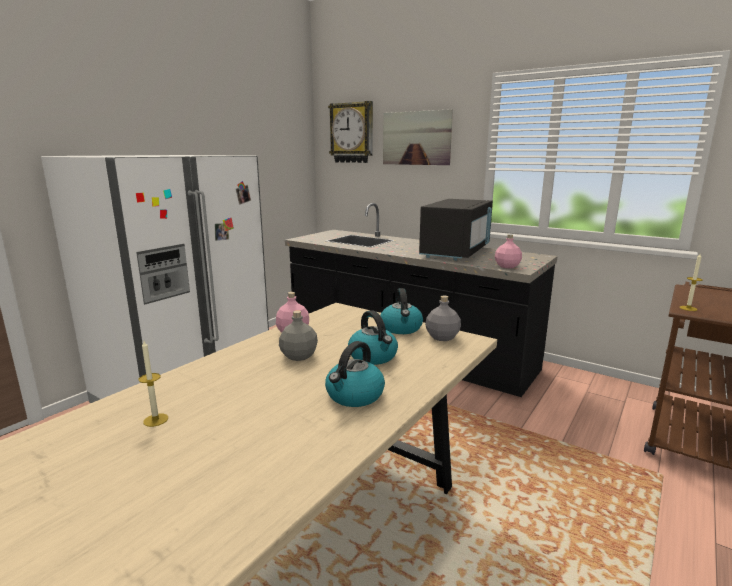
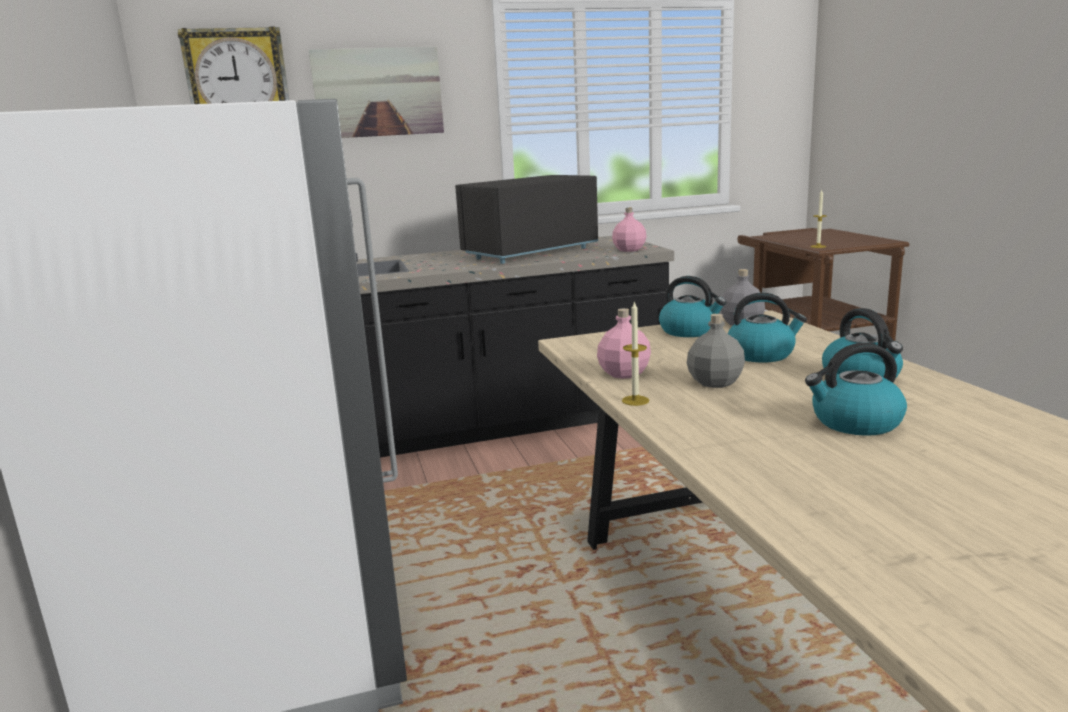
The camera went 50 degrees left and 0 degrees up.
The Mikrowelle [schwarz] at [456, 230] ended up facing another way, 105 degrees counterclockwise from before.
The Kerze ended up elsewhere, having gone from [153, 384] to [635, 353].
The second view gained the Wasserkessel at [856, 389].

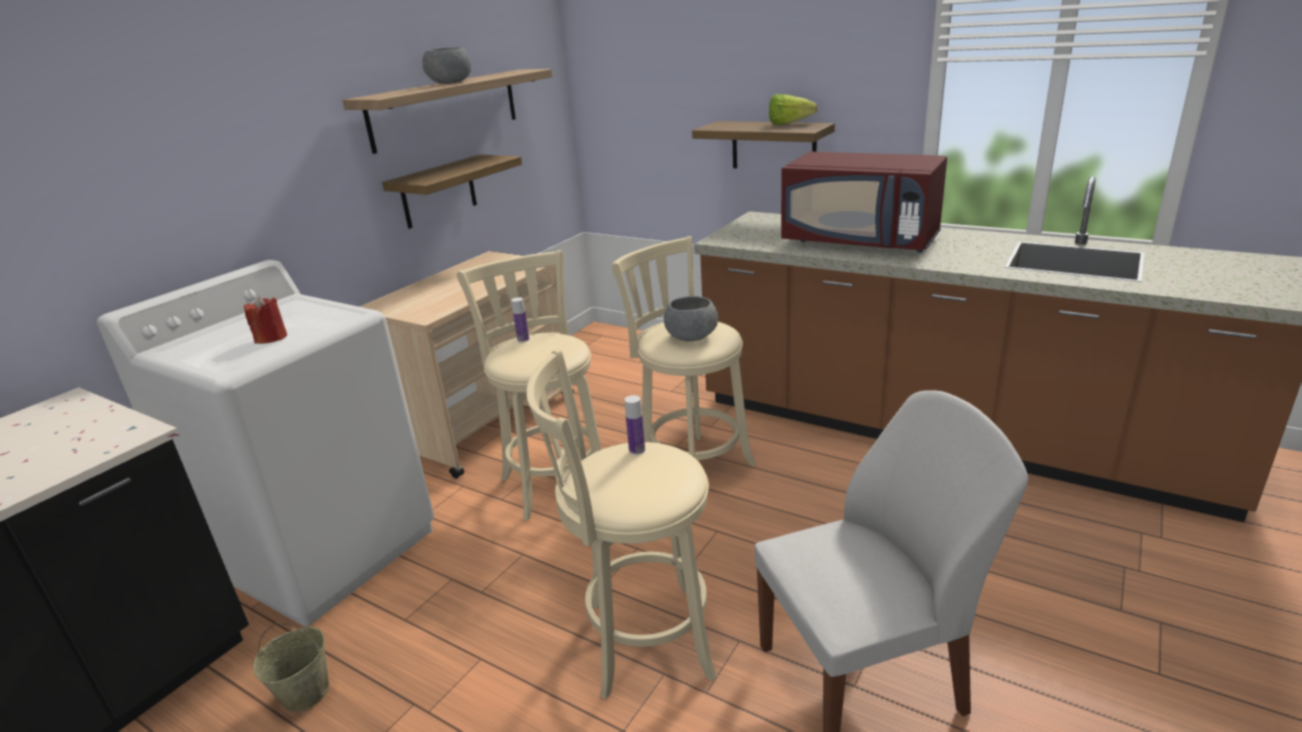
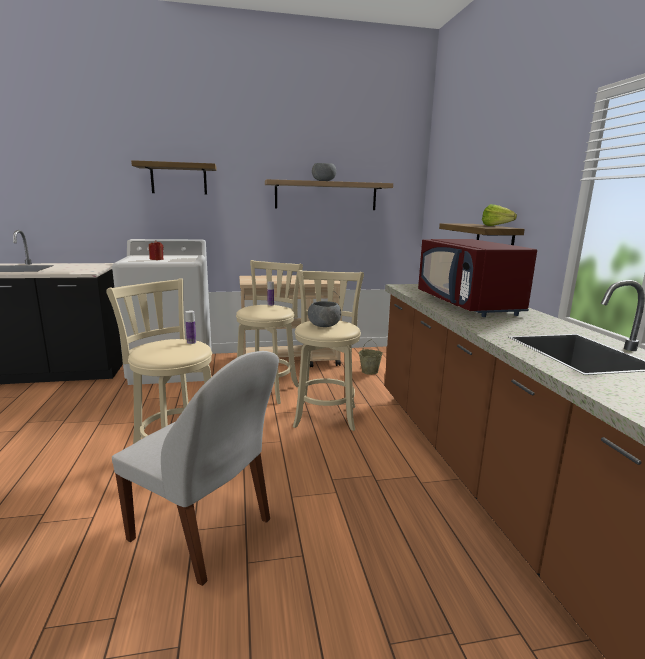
The camera went 45 degrees right and 10 degrees down.
The Wandregal ended up elsewhere, having gone from [452, 191] to [174, 177].
The Eimer [beige] ended up elsewhere, having gone from [291, 667] to [371, 357].

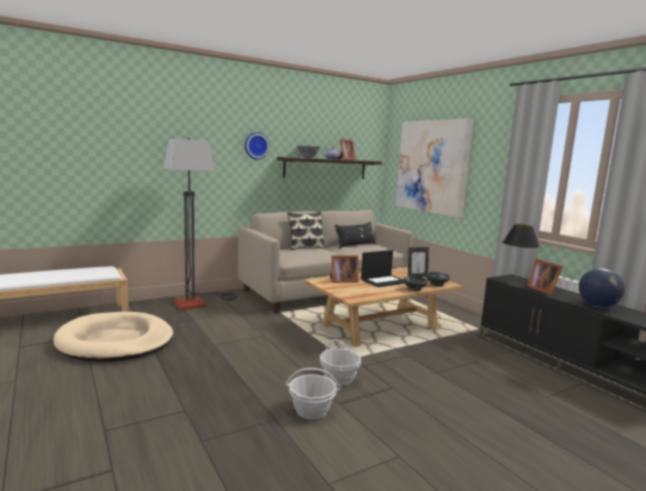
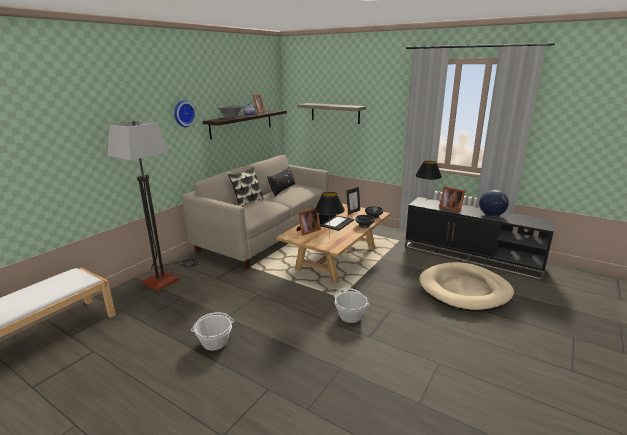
The camera went 25 degrees left and 10 degrees up.
The Korb ended up elsewhere, having gone from [313, 394] to [212, 331].
Where the Bild hung at [435, 168], the Wandregal came to hang at [331, 113].
The second view gained the Tischlampe [schwarz] at [330, 215].
The Hundebett [beige] ended up elsewhere, having gone from [113, 337] to [466, 287].

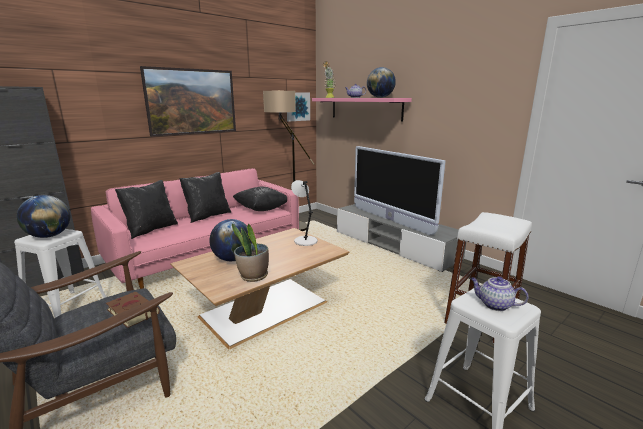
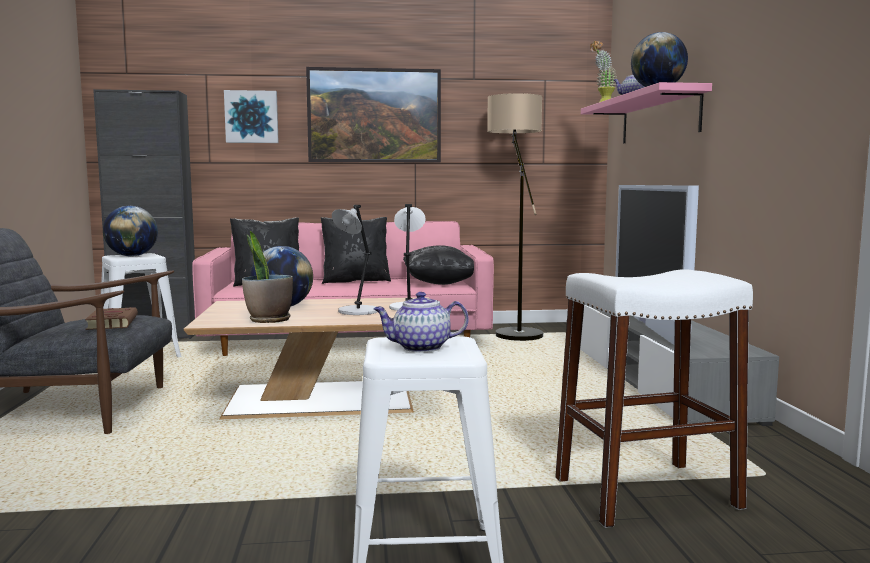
The camera went 35 degrees right and 10 degrees down.
The Bild ended up elsewhere, having gone from [298, 106] to [251, 116].
The second view gained the Tischlampe [grau] at [354, 260].
The Teekanne at [499, 294] ended up facing another way, 75 degrees counterclockwise from before.

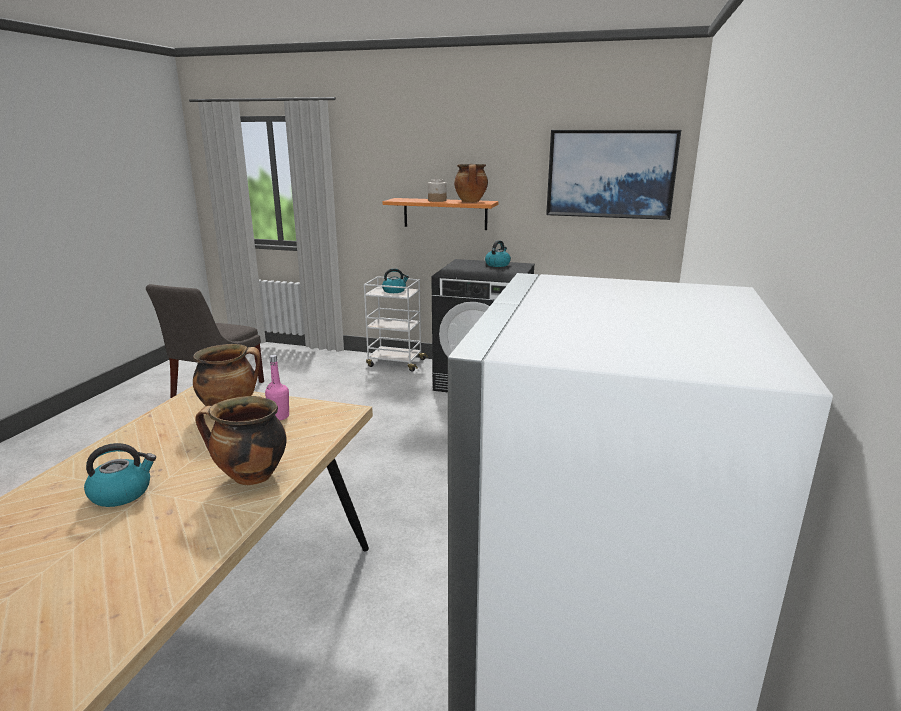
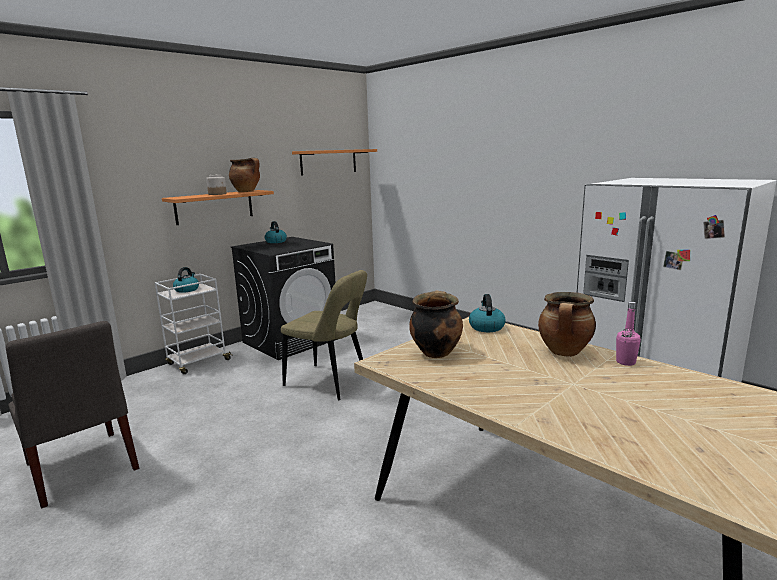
The camera went 60 degrees left and 5 degrees down.
The second view gained the Stuhl [beige] at [324, 335].
Where the Bild hung at [613, 175], the Wandregal [orange] came to hang at [334, 162].
The Wasserkessel ended up elsewhere, having gone from [120, 475] to [487, 313].
The Flasche [rosa] ended up elsewhere, having gone from [277, 387] to [628, 334].

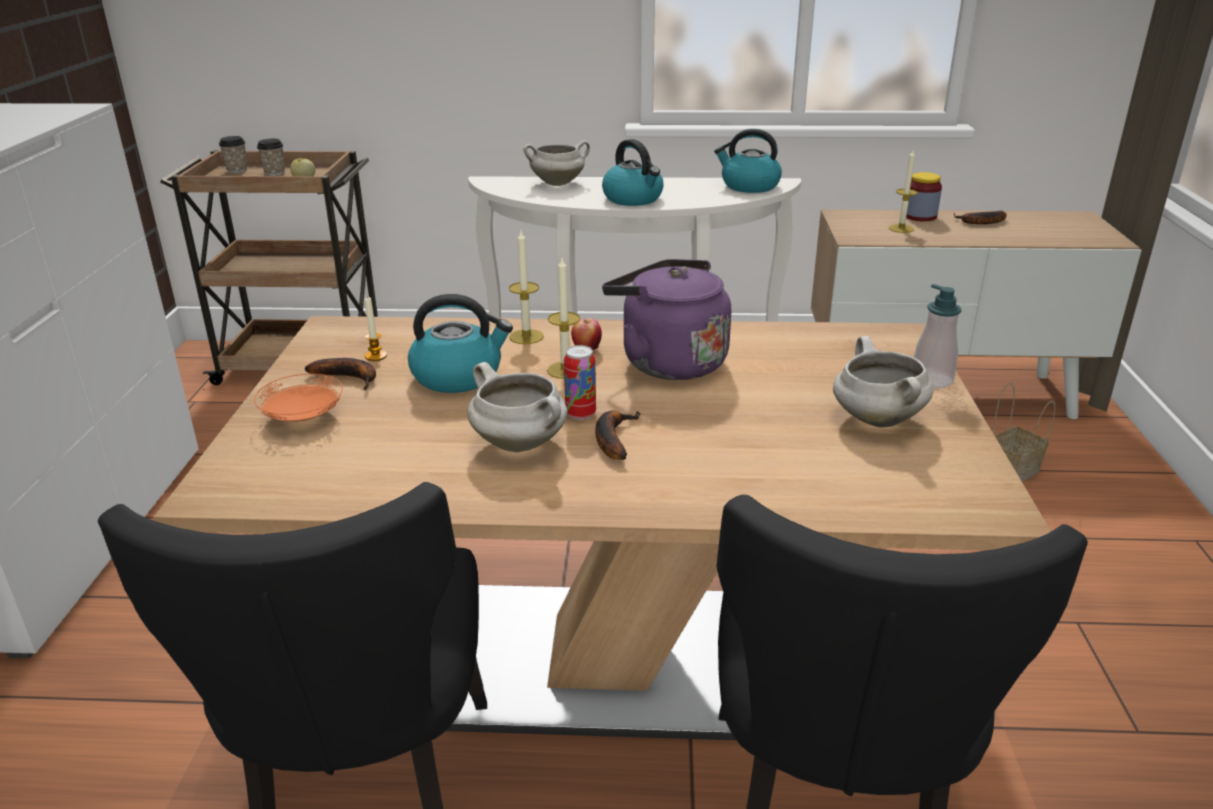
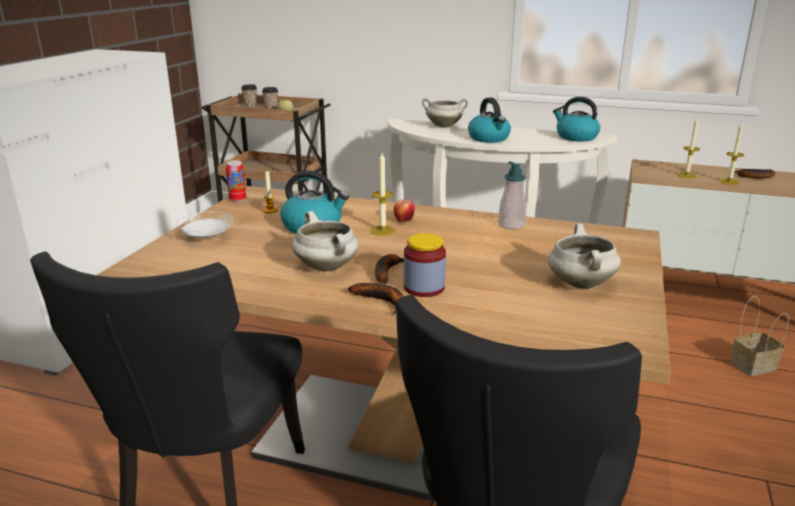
The camera went 15 degrees right and 5 degrees down.
What was the Teller [orange] at [298, 398] turned into the Teller [weiß] at [204, 225].
The Dose ended up elsewhere, having gone from [580, 382] to [236, 181].
The Banane ended up elsewhere, having gone from [340, 374] to [376, 298].
The Vorratsglas ended up elsewhere, having gone from [924, 197] to [425, 265].
The Seifenspender ended up elsewhere, having gone from [937, 336] to [512, 195].
The Kerze ended up elsewhere, having gone from [526, 287] to [731, 154].
The second view lost the Wasserkessel [lila] at [666, 319].

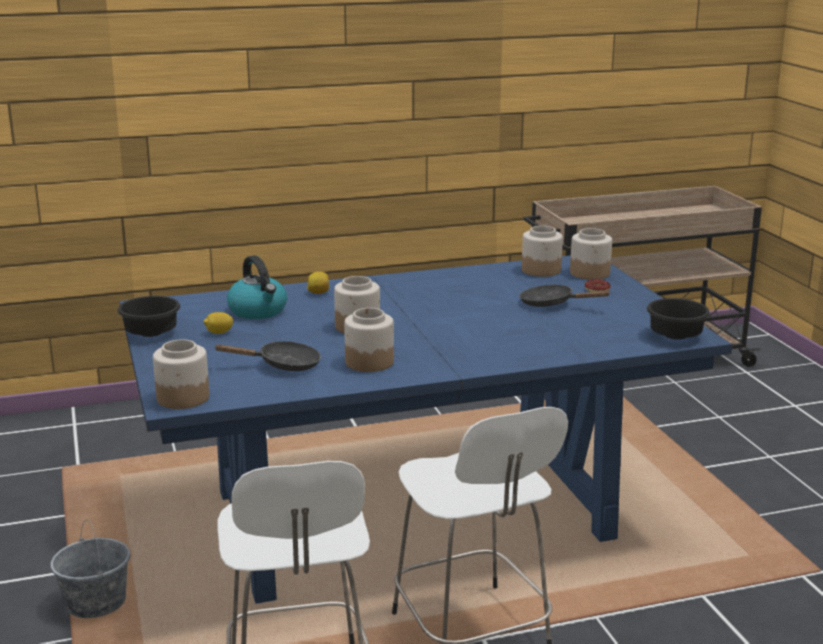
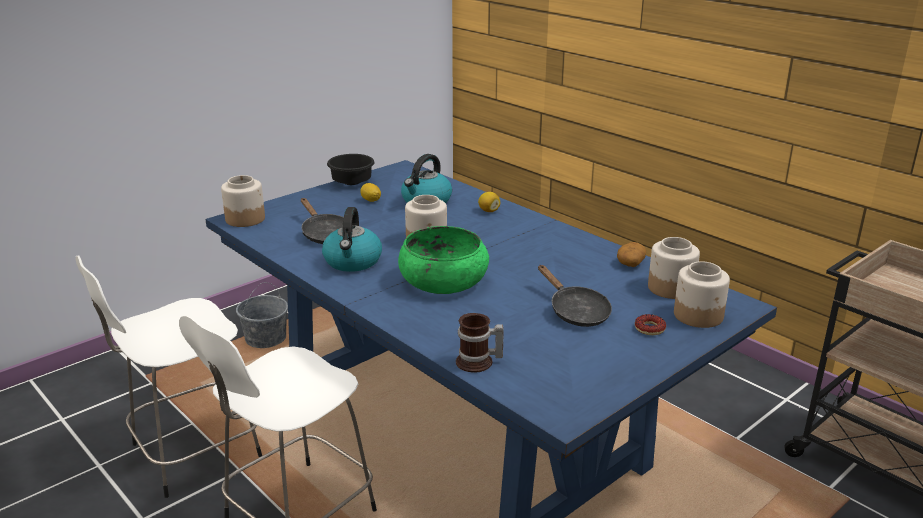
The camera went 65 degrees right and 5 degrees up.
Where the Vorratsglas stood at [369, 340], the Wasserkessel came to stand at [352, 239].
The second view gained the Schüssel [grün] at [443, 260].
The second view gained the Henkelbecher at [480, 343].
The Pfanne [schwarz] at [565, 295] ended up facing another way, 150 degrees clockwise from before.
The second view gained the Kartoffel at [631, 254].
The second view lost the Schüssel [schwarz] at [678, 319].

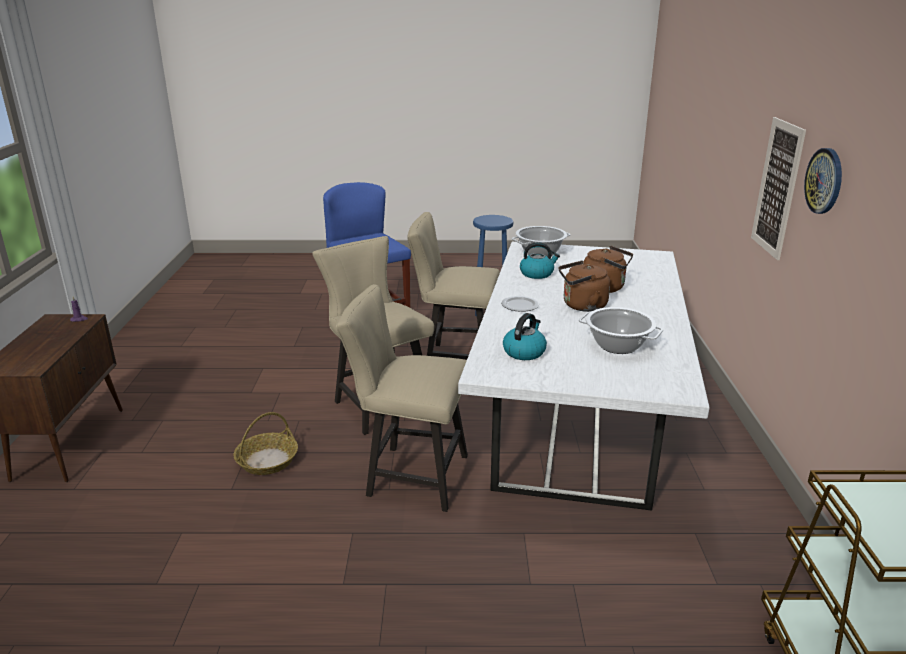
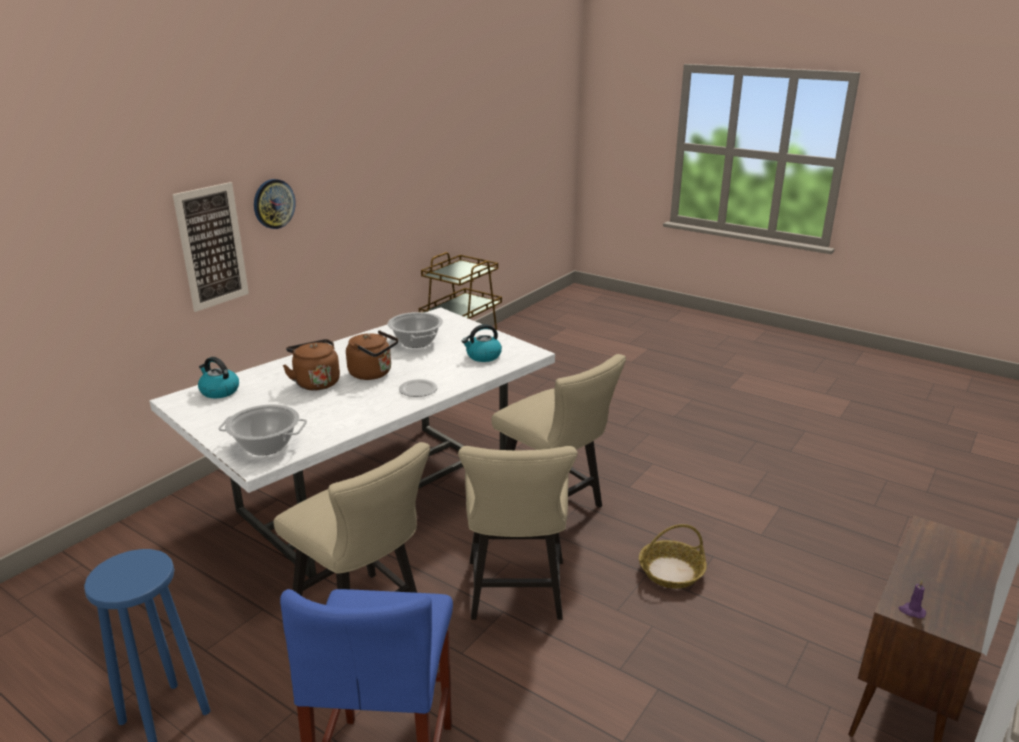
The camera went 145 degrees left and 0 degrees up.
The Wasserkessel ended up elsewhere, having gone from [540, 260] to [218, 377].

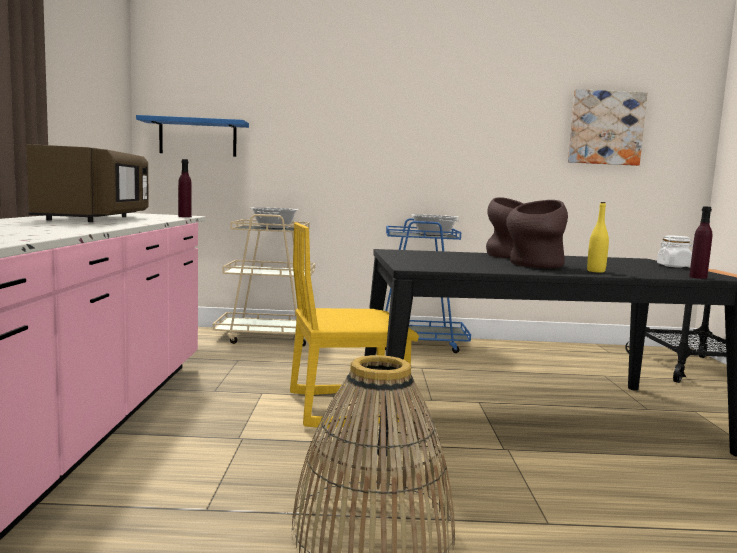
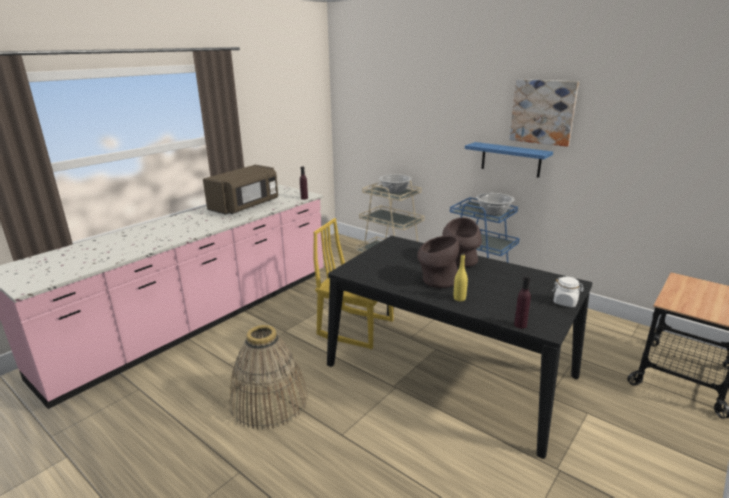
The camera went 40 degrees right and 15 degrees up.
The Wandregal [blau] ended up elsewhere, having gone from [192, 136] to [509, 160].
The Bild ended up elsewhere, having gone from [607, 127] to [544, 113].

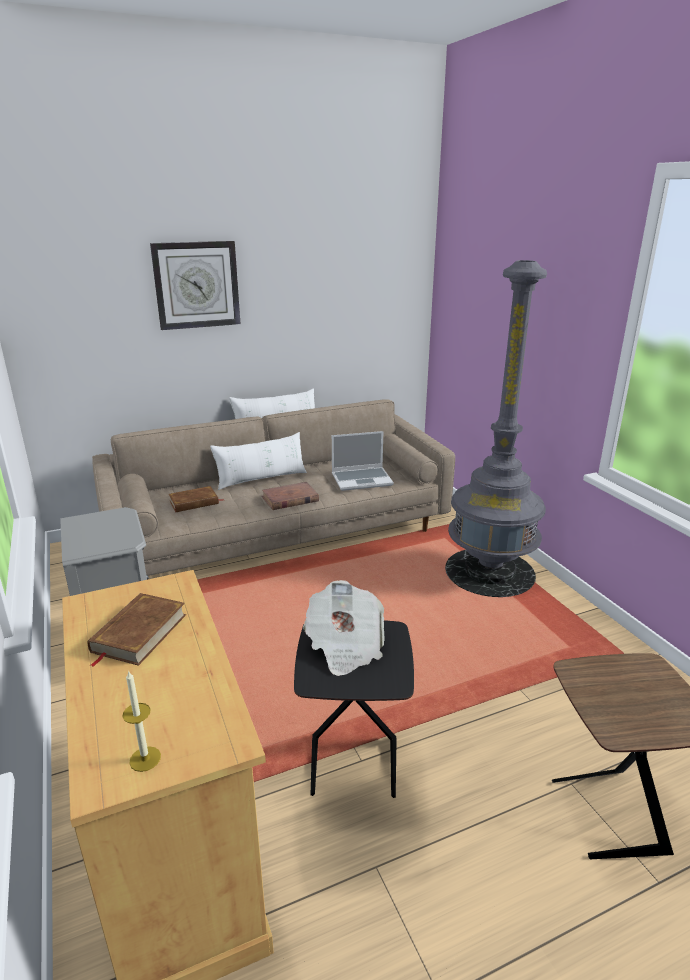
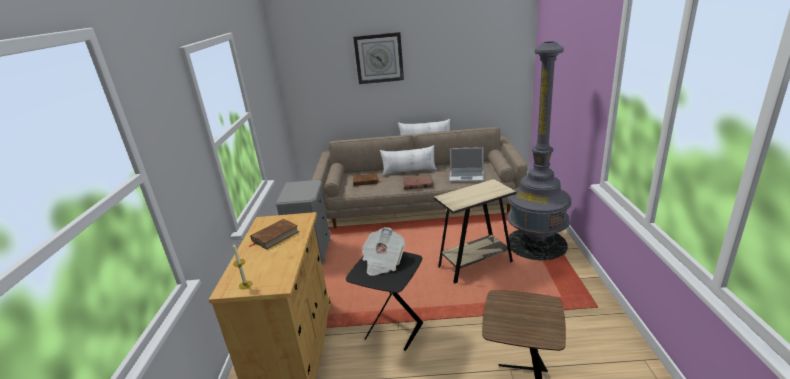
The camera went 25 degrees right and 0 degrees up.
The second view gained the Beistelltisch [beige] at [475, 231].

